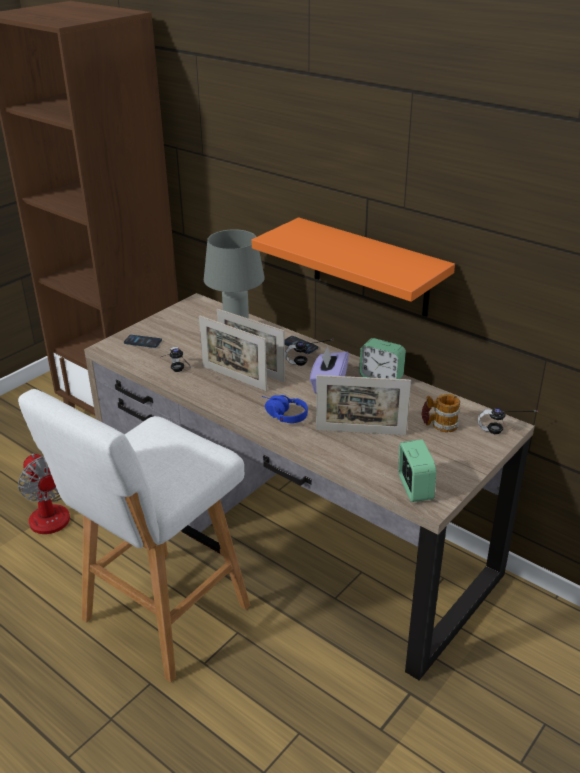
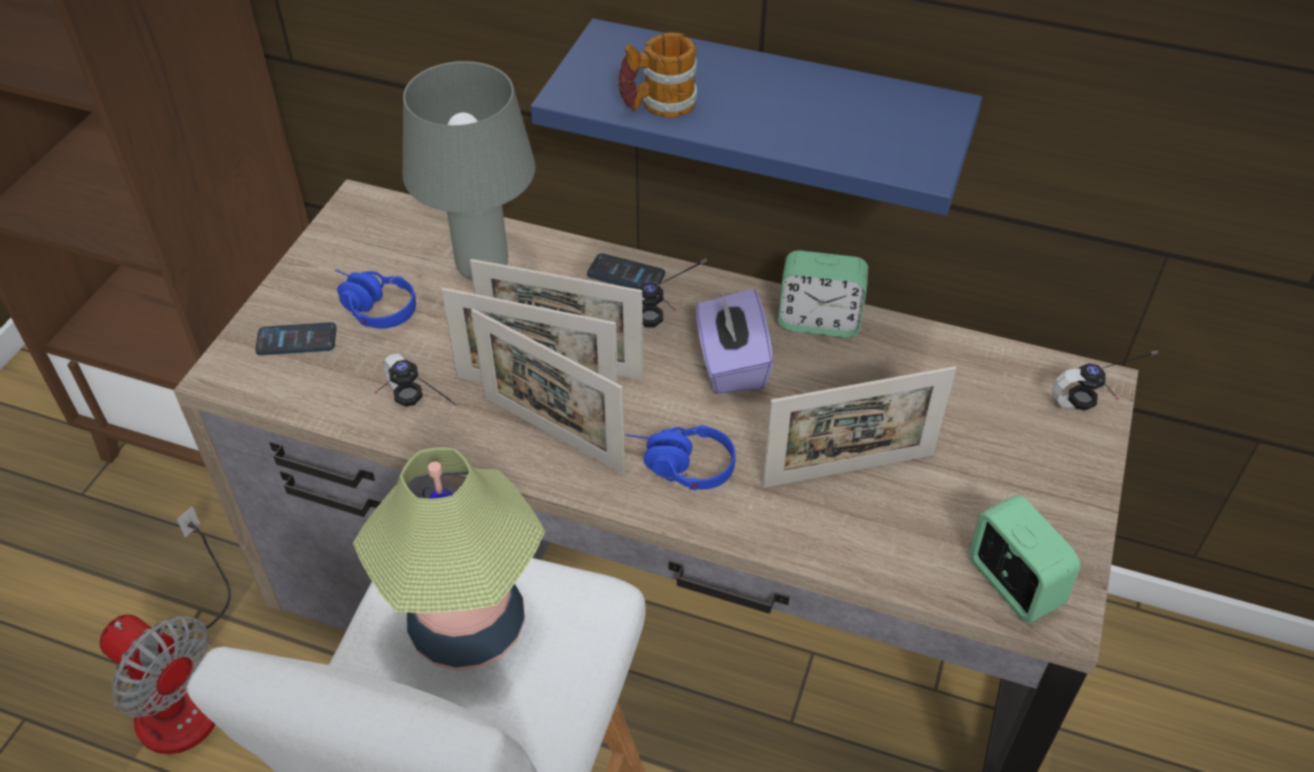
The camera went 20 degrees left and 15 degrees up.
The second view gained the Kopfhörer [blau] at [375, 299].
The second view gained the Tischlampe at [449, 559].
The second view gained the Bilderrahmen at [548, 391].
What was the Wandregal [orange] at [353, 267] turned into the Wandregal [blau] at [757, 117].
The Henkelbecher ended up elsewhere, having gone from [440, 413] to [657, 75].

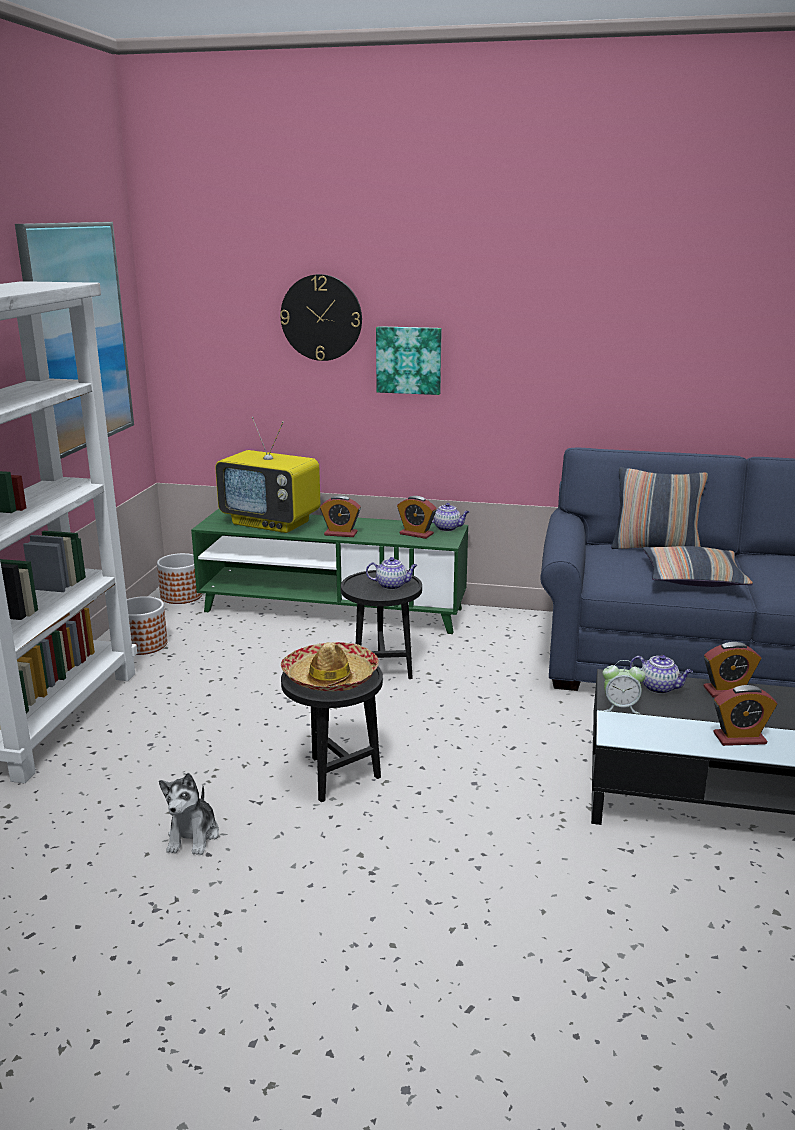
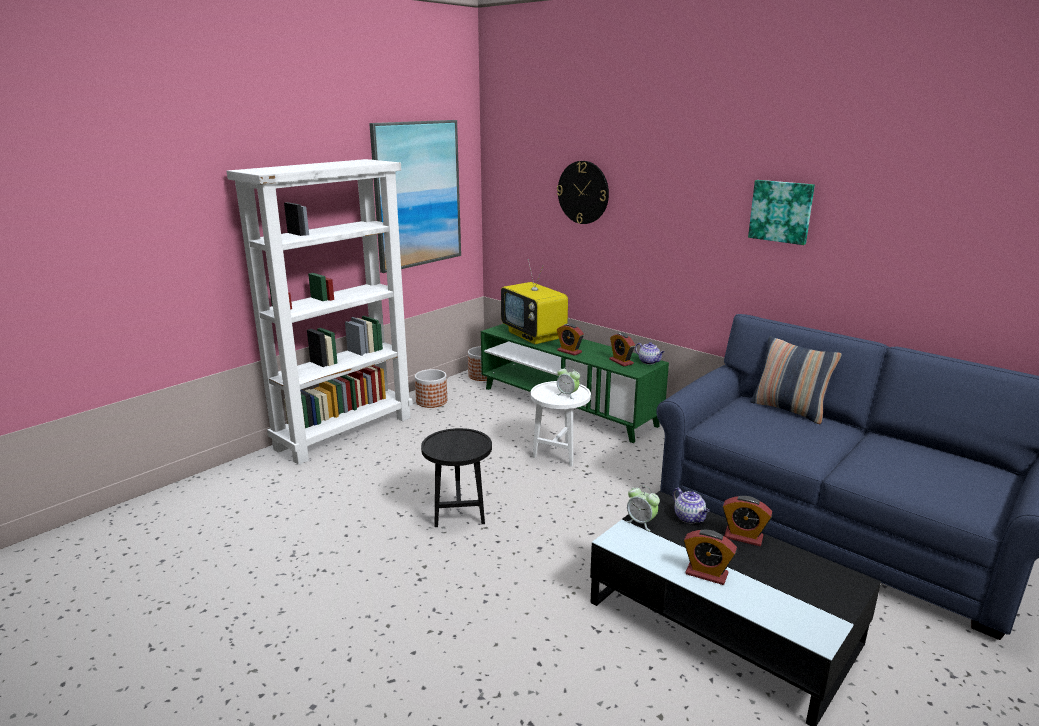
The camera went 30 degrees right and 0 degrees up.
What was the Beistelltisch [schwarz] at [381, 624] turned into the Beistelltisch [weiß] at [561, 424].
Where the Teekanne stood at [392, 573], the Wecker came to stand at [568, 382].
The Bild ended up elsewhere, having gone from [409, 360] to [781, 212].
The second view lost the Plüschtier at [189, 814].
The second view lost the Hut at [330, 666].
The second view lost the Kissen at [698, 566].

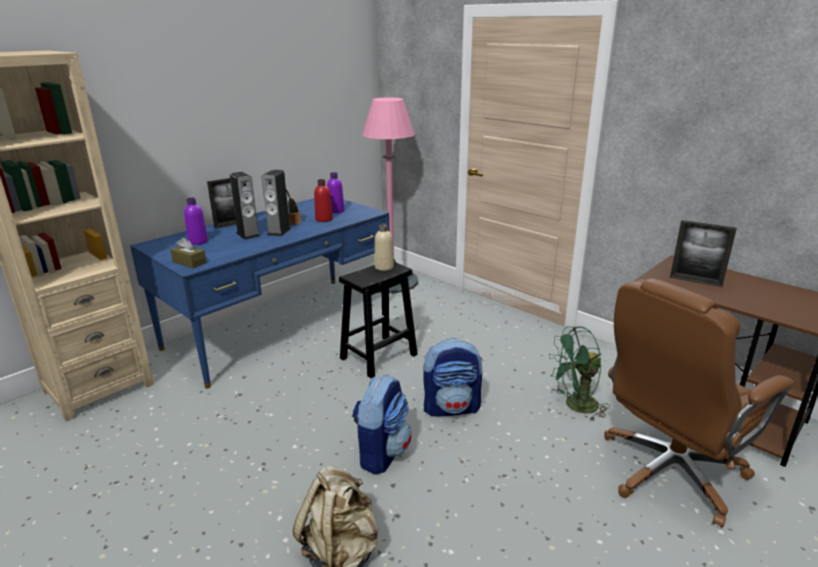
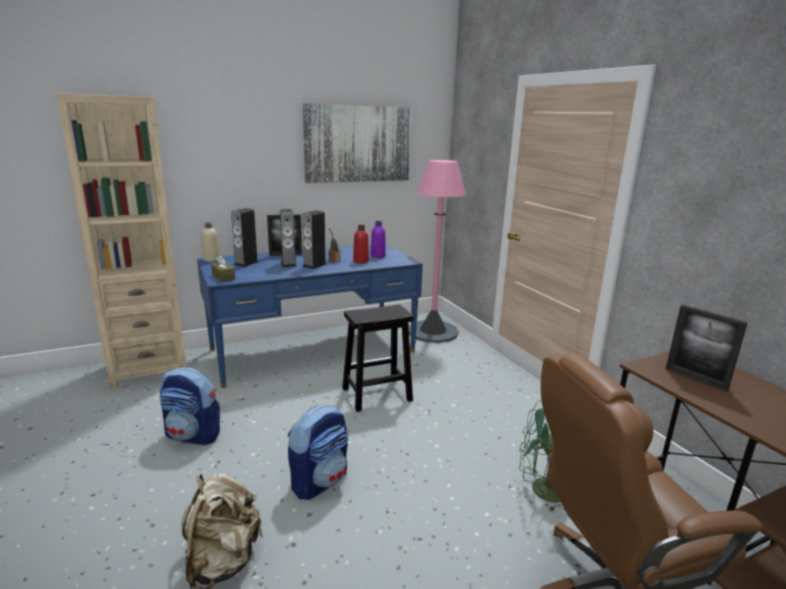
The camera went 20 degrees right and 5 degrees down.
The Rucksack ended up elsewhere, having gone from [453, 377] to [190, 406].
The Flasche [beige] ended up elsewhere, having gone from [384, 247] to [211, 242].
Where the Flasche [lila] stood at [196, 221], the Lautsprecher came to stand at [245, 237].
The second view gained the Bild at [357, 143].

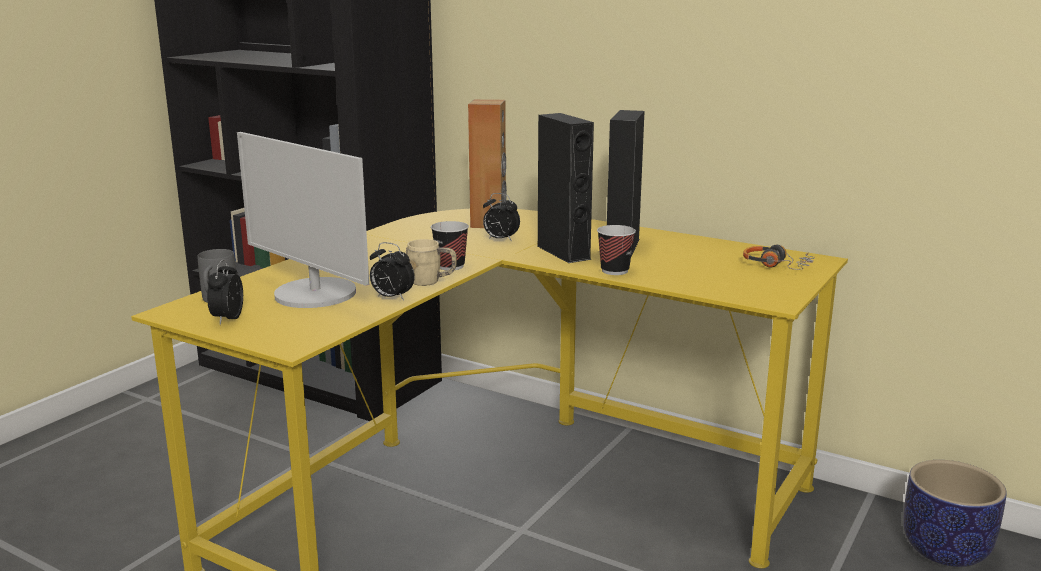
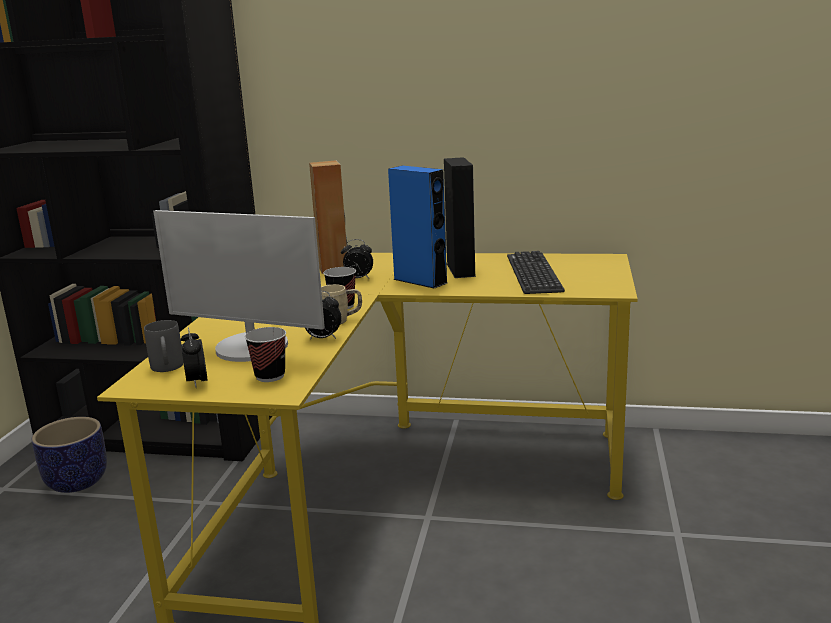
The camera went 20 degrees left and 0 degrees up.
The Pflanzkübel ended up elsewhere, having gone from [955, 513] to [69, 455].
The Tasse ended up elsewhere, having gone from [616, 250] to [265, 354].
What was the Lautsprecher [schwarz] at [565, 188] turned into the Lautsprecher [blau] at [417, 227].
The second view gained the Tastatur at [536, 272].
The second view lost the Kopfhörer at [779, 257].

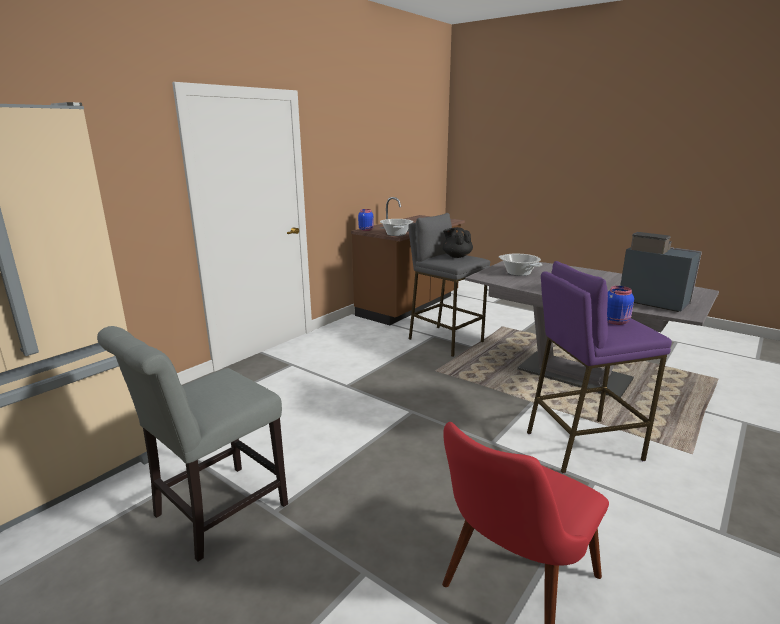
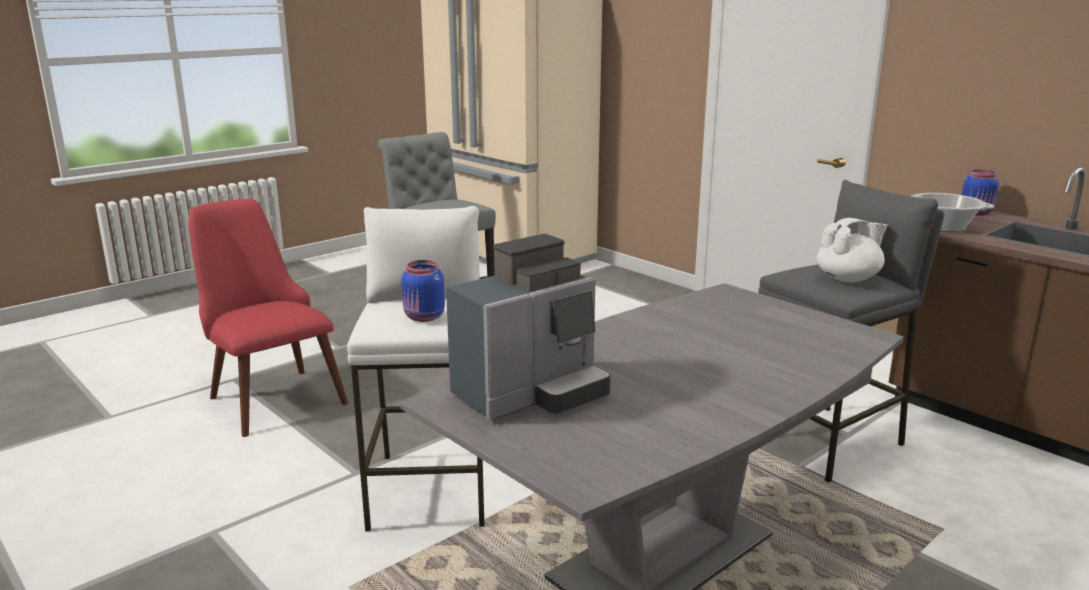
The camera went 100 degrees right and 0 degrees up.
What was the Hocker [lila] at [599, 367] turned into the Hocker [weiß] at [415, 369].
What was the Teekanne [schwarz] at [458, 242] turned into the Teekanne [weiß] at [852, 250].
The second view lost the Kochtopf at [520, 265].

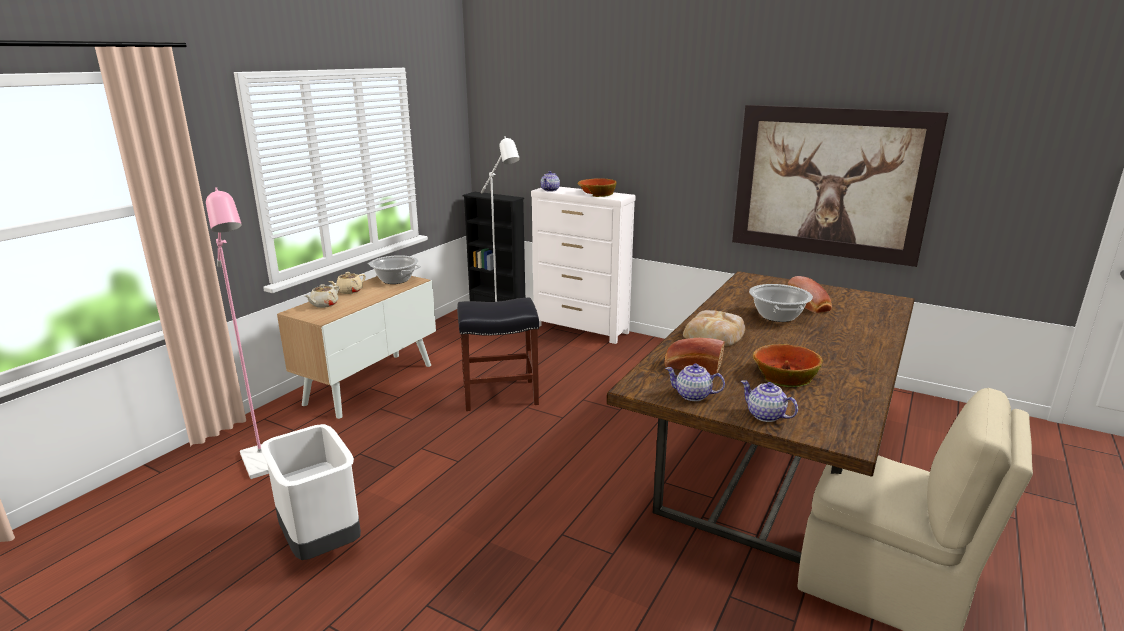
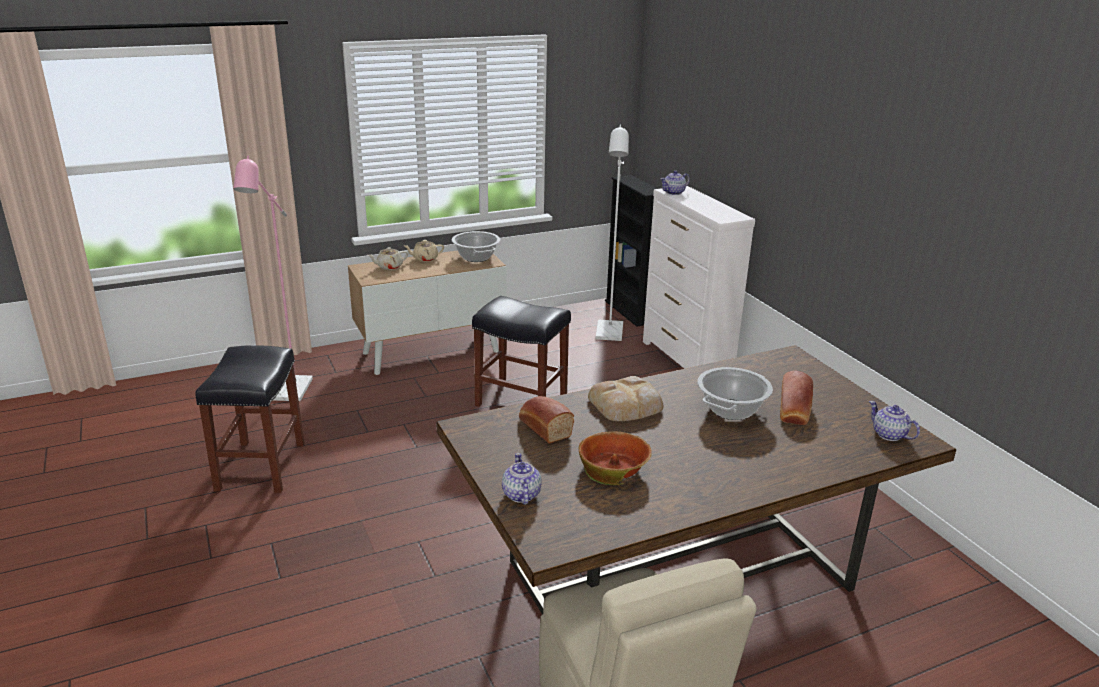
The camera went 35 degrees right and 5 degrees up.
Where the Mülleimer [weiß] stood at [311, 492], the Hocker [schwarz] came to stand at [250, 419].
The Teekanne ended up elsewhere, having gone from [695, 382] to [894, 421].
The second view lost the Schüssel at [597, 187].
The second view lost the Bild at [840, 186].

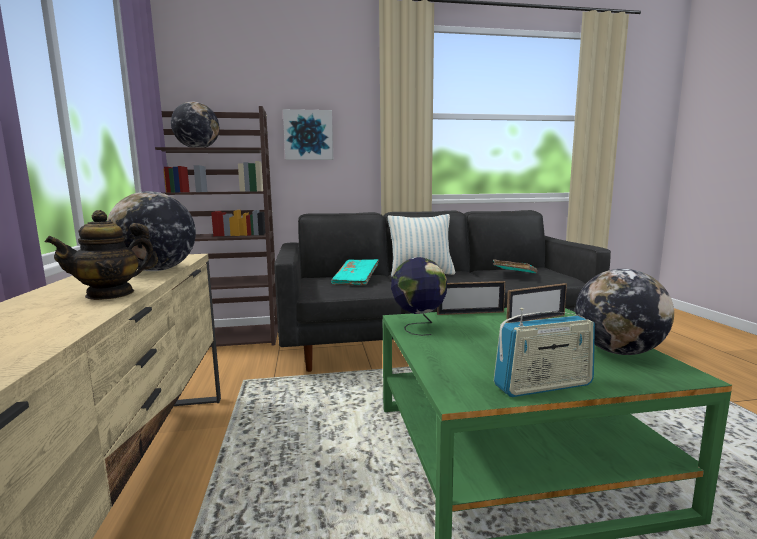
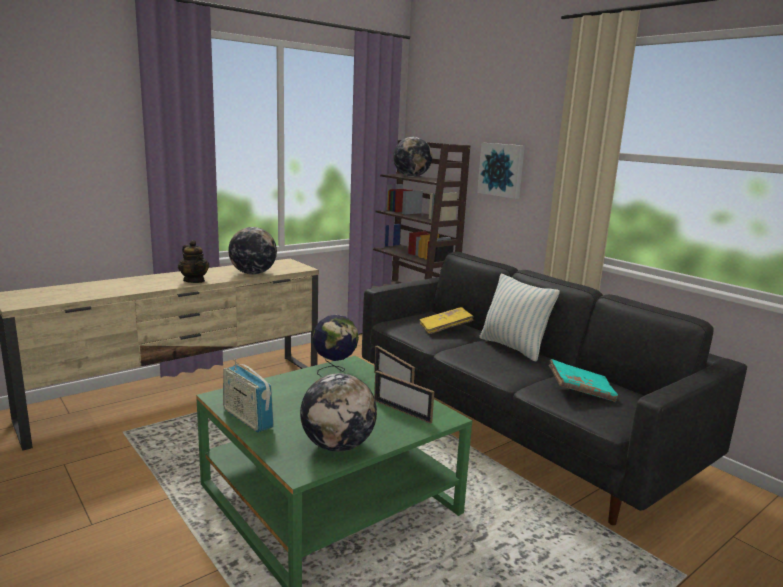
The camera went 60 degrees right and 5 degrees up.
The Teekanne at [101, 255] ended up facing another way, 150 degrees counterclockwise from before.
What was the Buch [türkis] at [355, 272] turned into the Buch [gelb] at [447, 320].

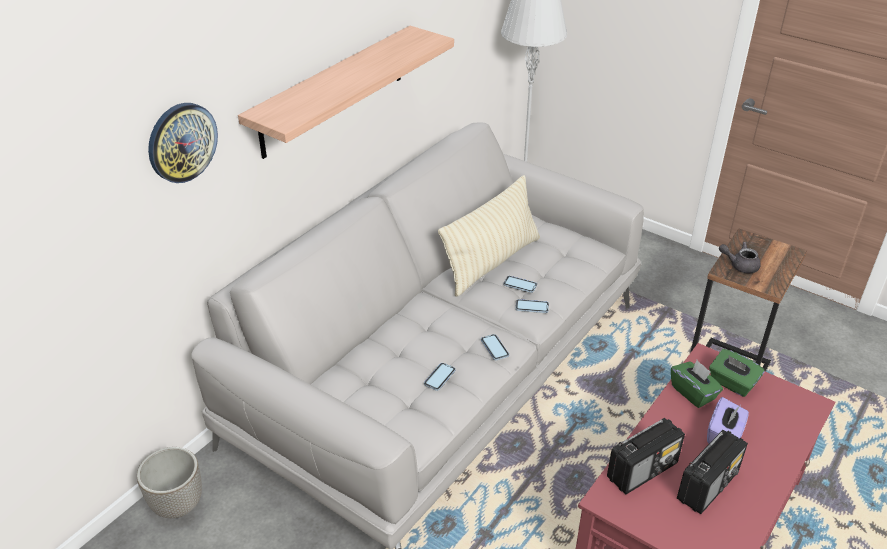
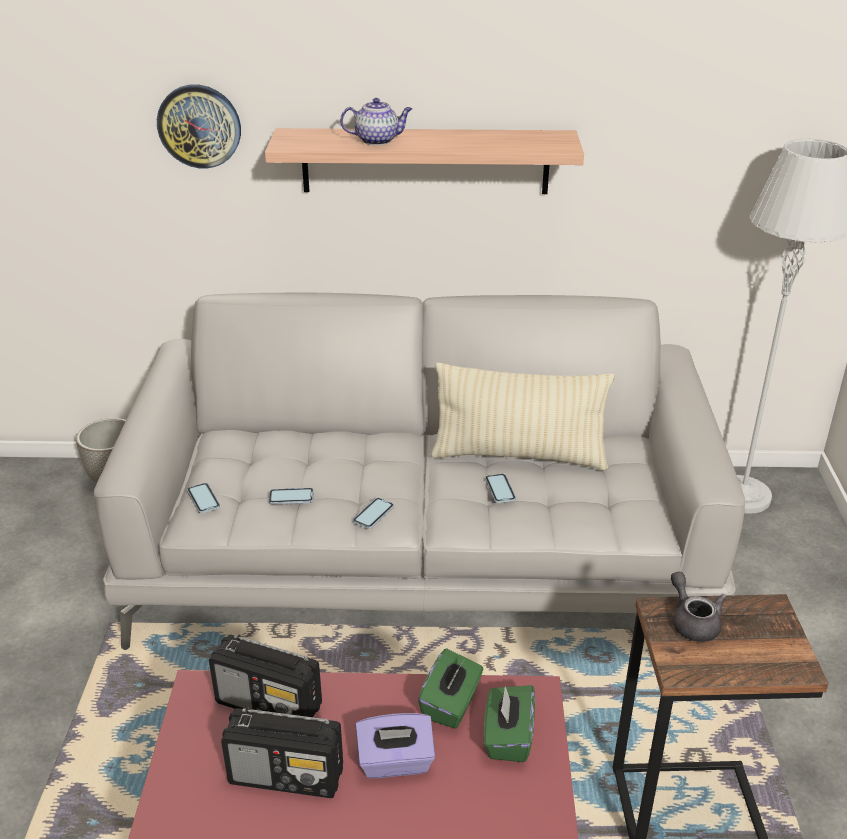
The camera went 55 degrees right and 5 degrees down.
The Handy ended up elsewhere, having gone from [532, 306] to [203, 498].
The second view gained the Teekanne at [376, 121].

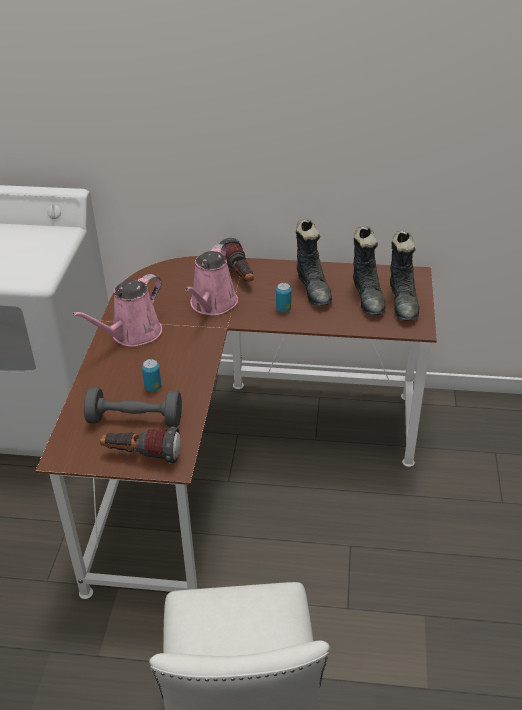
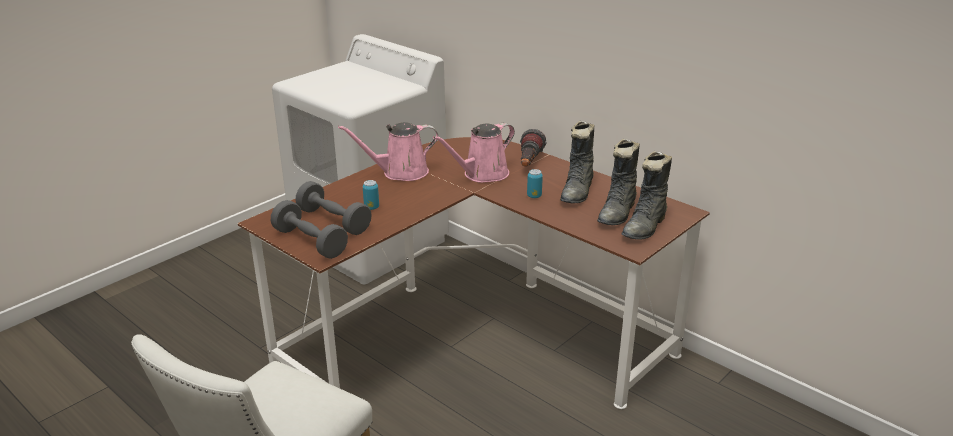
The camera went 35 degrees right and 10 degrees down.
Where the Taschenlampe stood at [140, 445], the Hantel [grau] came to stand at [309, 229].

